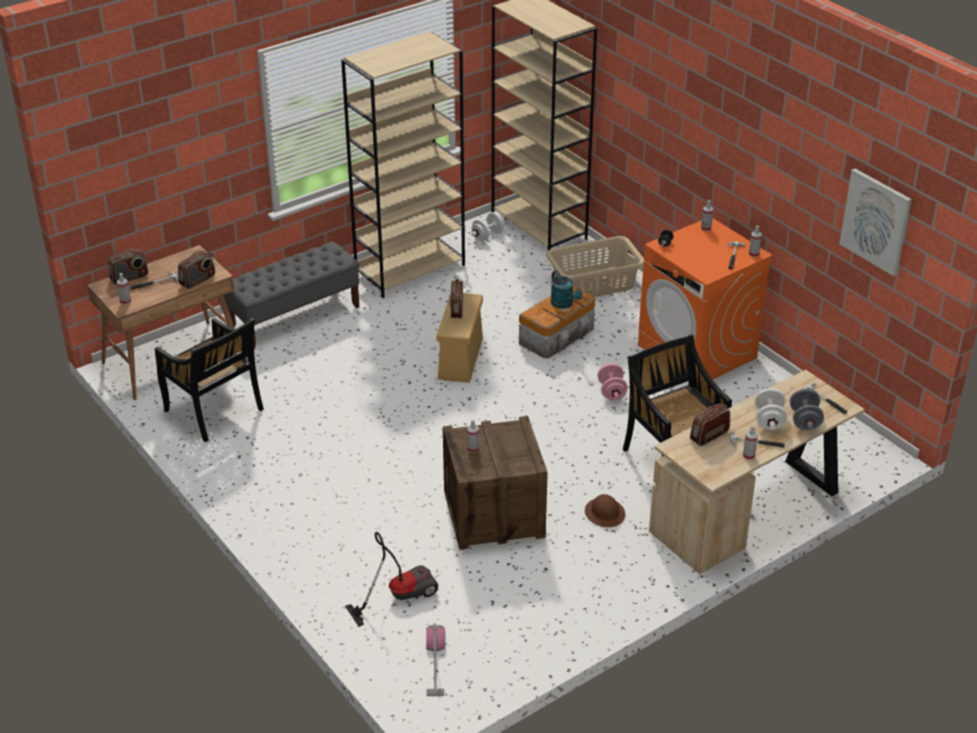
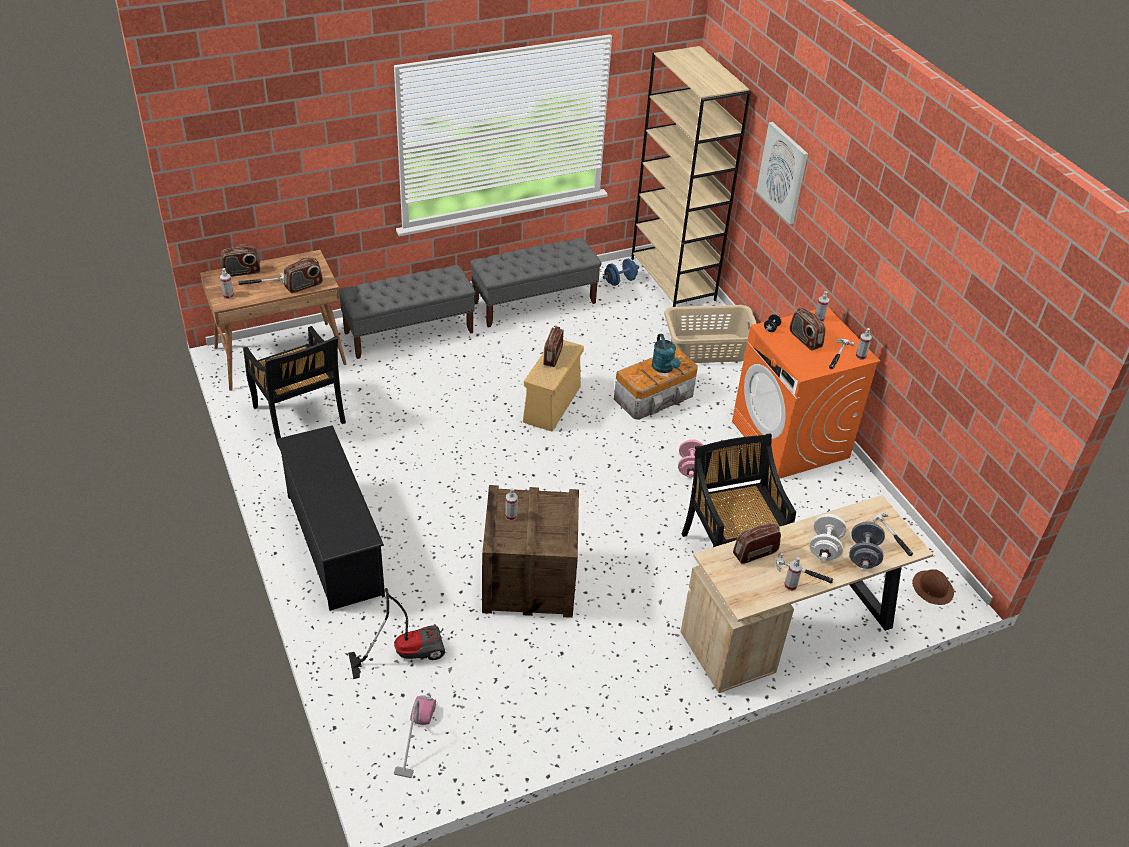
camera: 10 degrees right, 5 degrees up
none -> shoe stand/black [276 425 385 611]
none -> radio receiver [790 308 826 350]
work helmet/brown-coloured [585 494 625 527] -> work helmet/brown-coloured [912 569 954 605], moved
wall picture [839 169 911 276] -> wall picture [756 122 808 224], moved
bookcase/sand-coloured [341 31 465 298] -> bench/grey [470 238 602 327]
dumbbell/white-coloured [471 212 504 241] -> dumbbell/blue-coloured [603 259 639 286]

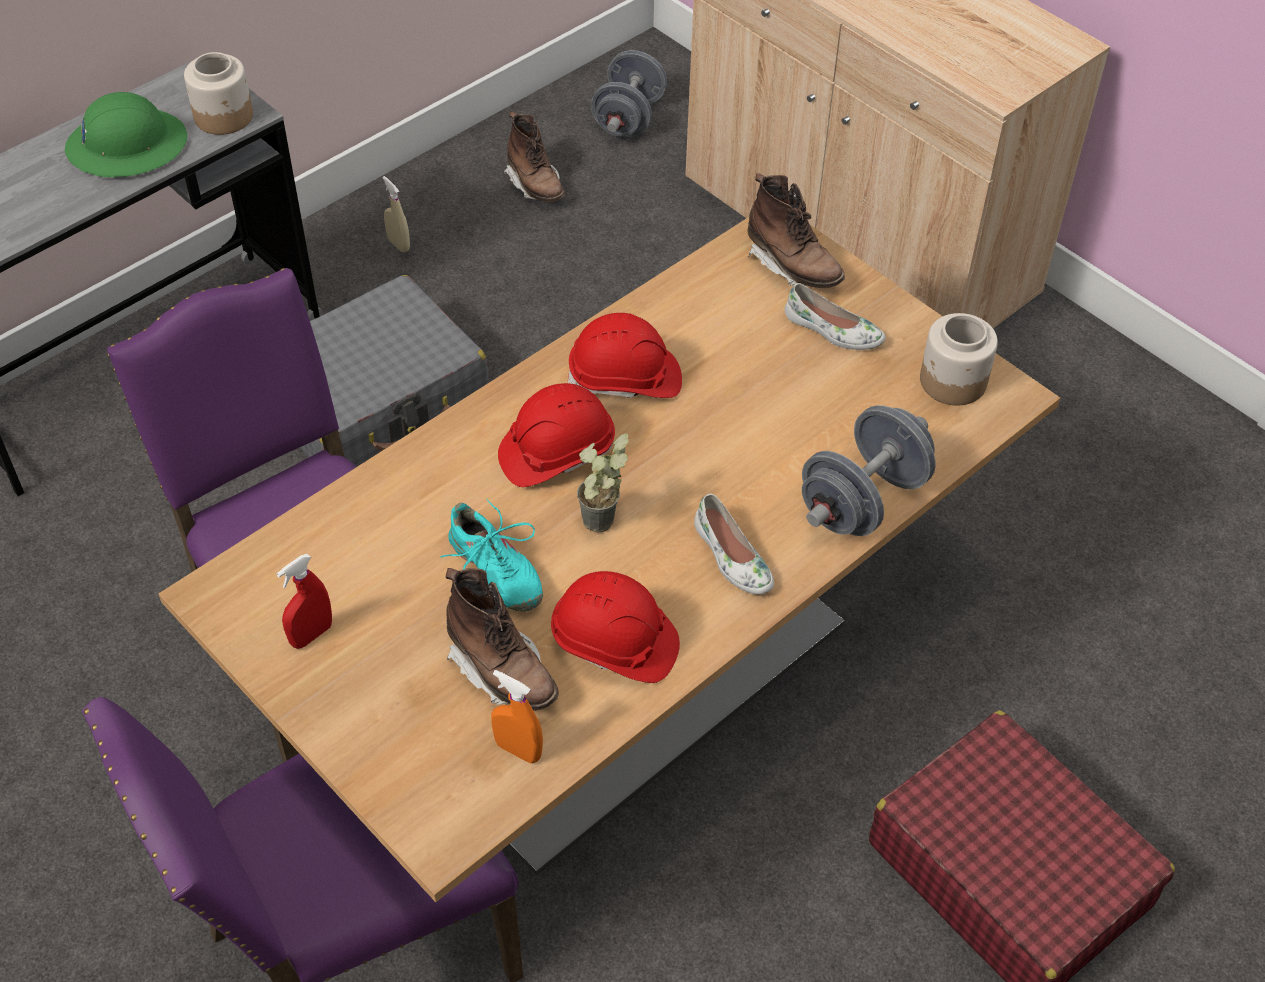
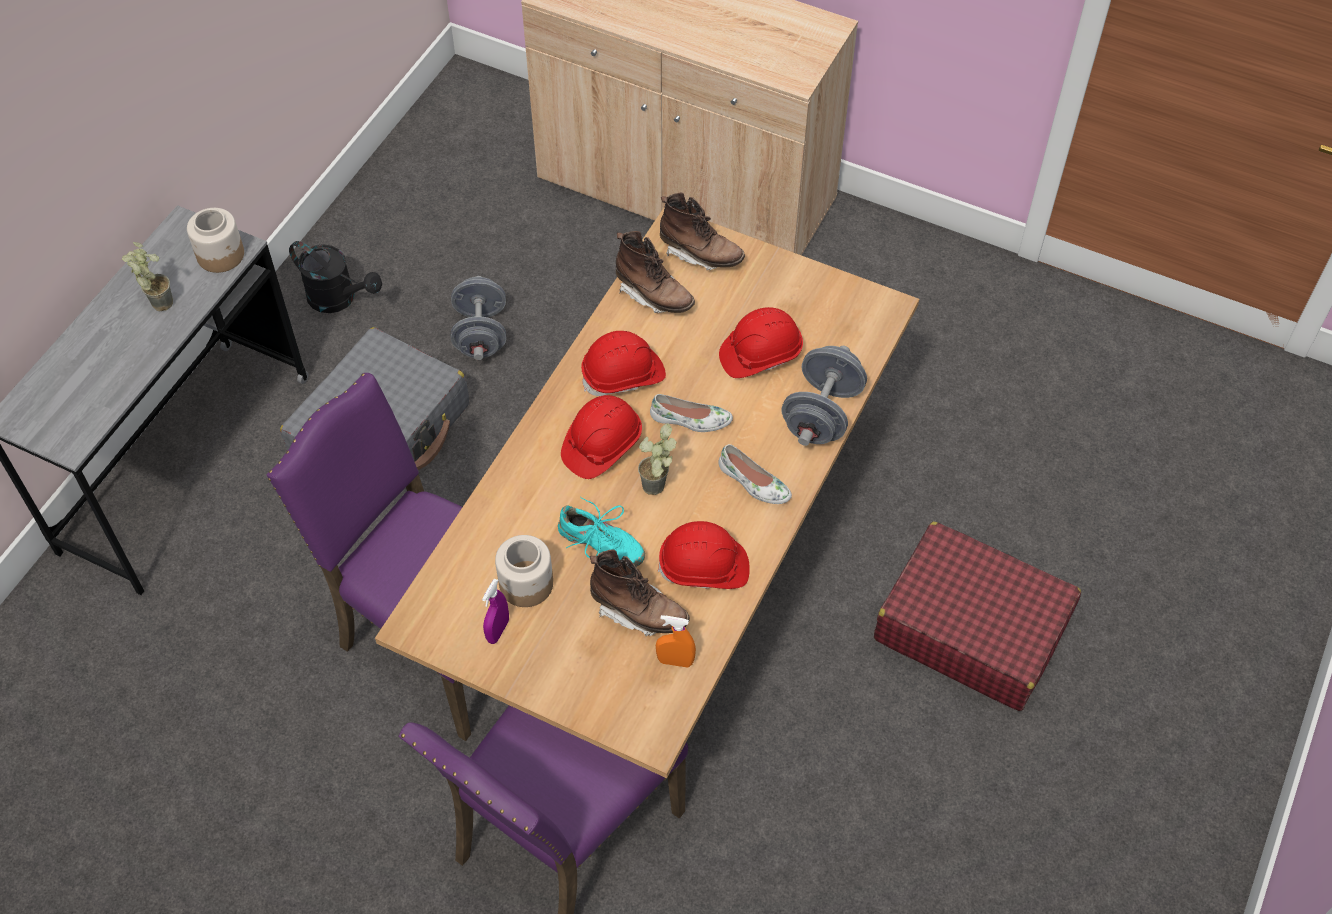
camera: 20 degrees left, 5 degrees up
none -> work helmet/red [719 307 803 378]
tall boot/brown-coloured [504 111 565 202] -> tall boot/brown-coloured [616 231 695 313], moved
dumbbell/grey [591 50 667 137] -> dumbbell/grey [451 276 506 360], moved
item of footwear/white-coloured [785 283 886 350] -> item of footwear/white-coloured [650 394 733 432], moved
jar [920 313 998 406] -> jar [495 535 553 607], moved
work helmet/green-coloured [65 92 187 177] -> potted plant [122 242 173 311]
hand sprayer/sand-coloured [382 176 410 252] -> watering pot/black [289 241 382 313]
hand sprayer/red [276 554 332 649] -> hand sprayer/purple-coloured [482 578 509 644]

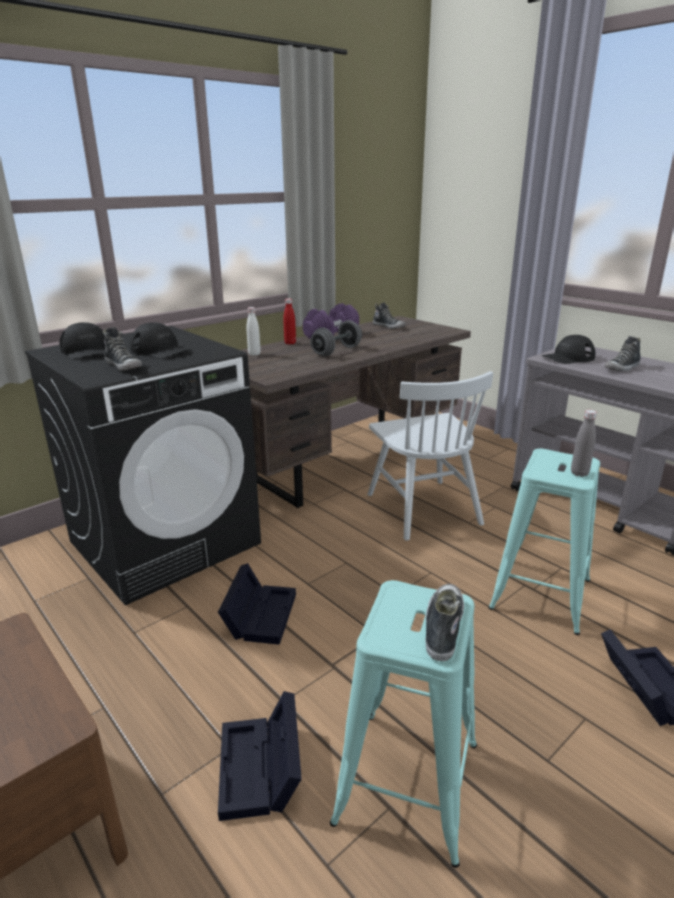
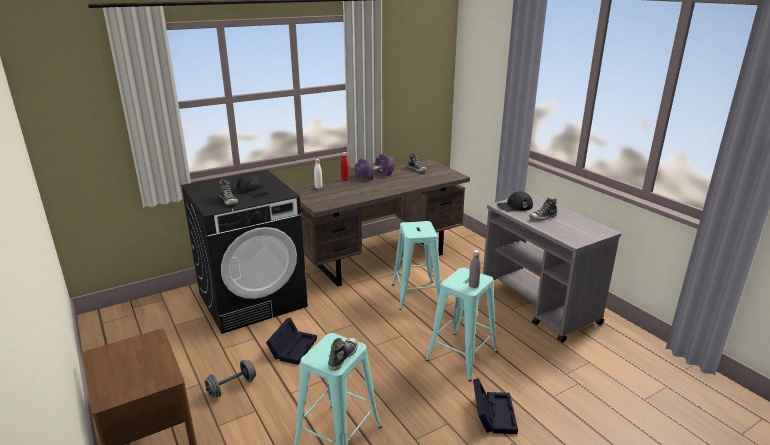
camera: 10 degrees right, 0 degrees up
baseball cap/black [59 322 106 359] -> none
storage bin/black [218 691 302 821] -> none
dumbbell/grey [310 320 362 356] -> dumbbell/grey [205 360 256 397], moved
plain chair/white-coloured [367 371 493 541] -> sitting stool/turquoise [392 221 441 310]

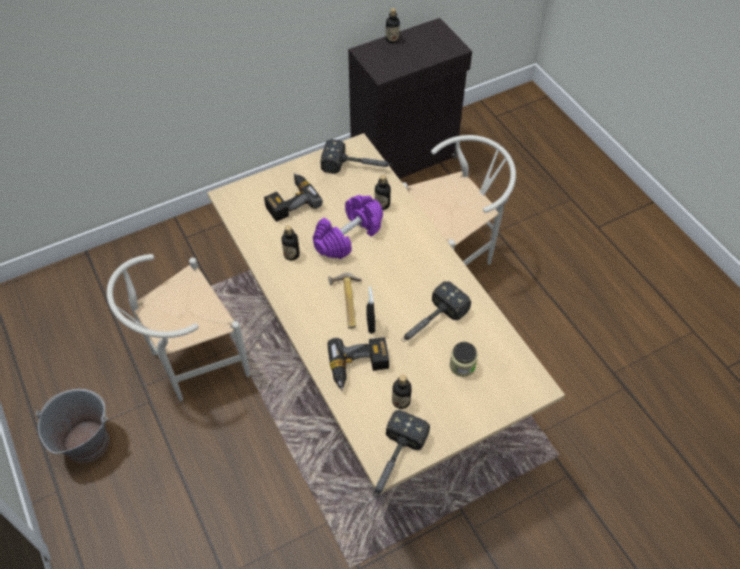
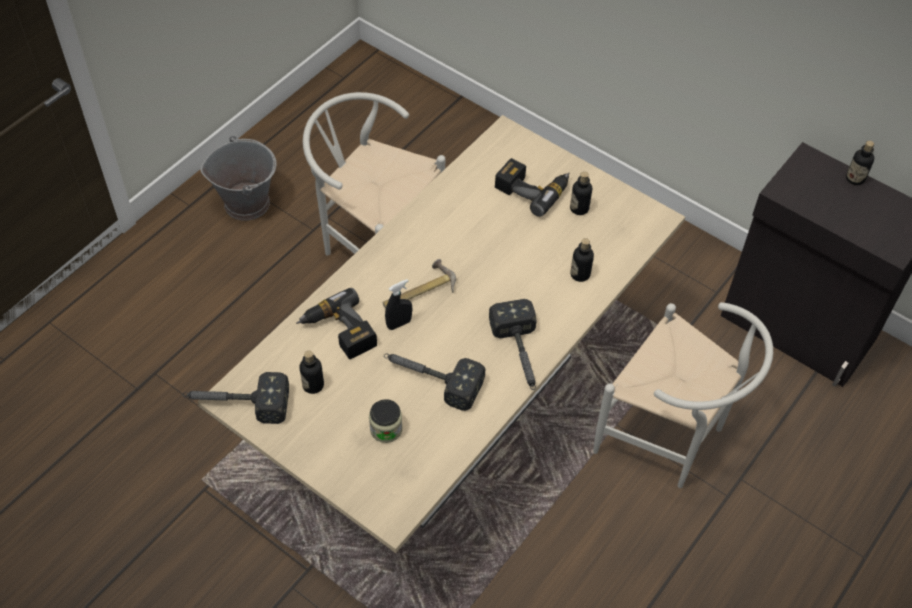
camera: 65 degrees right, 0 degrees up
dumbbell/purple-coloured [313 195 383 259] -> none
beverage bottle [281 225 300 261] -> beverage bottle [570 172 592 215], moved
tool hammer [321 139 392 174] -> tool hammer [489 299 536 390], moved

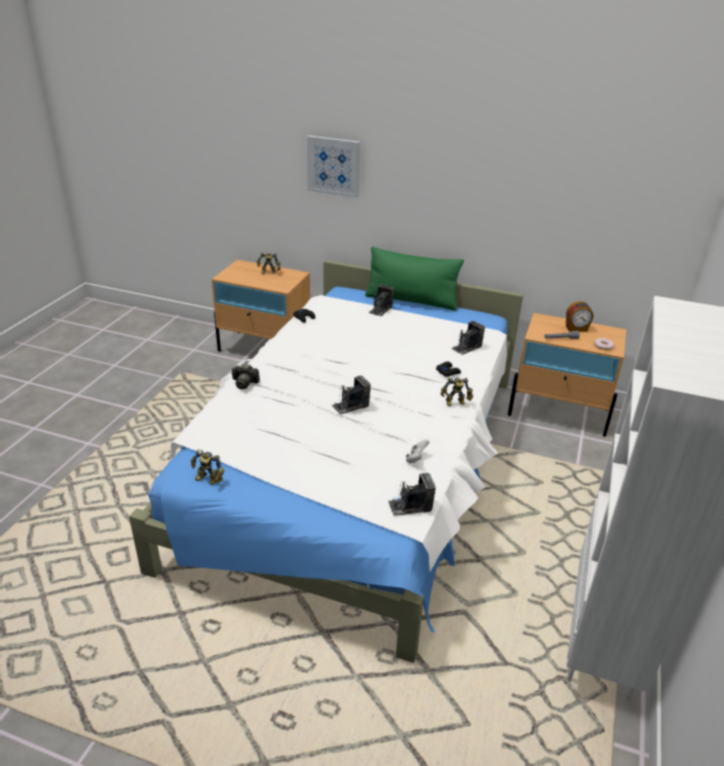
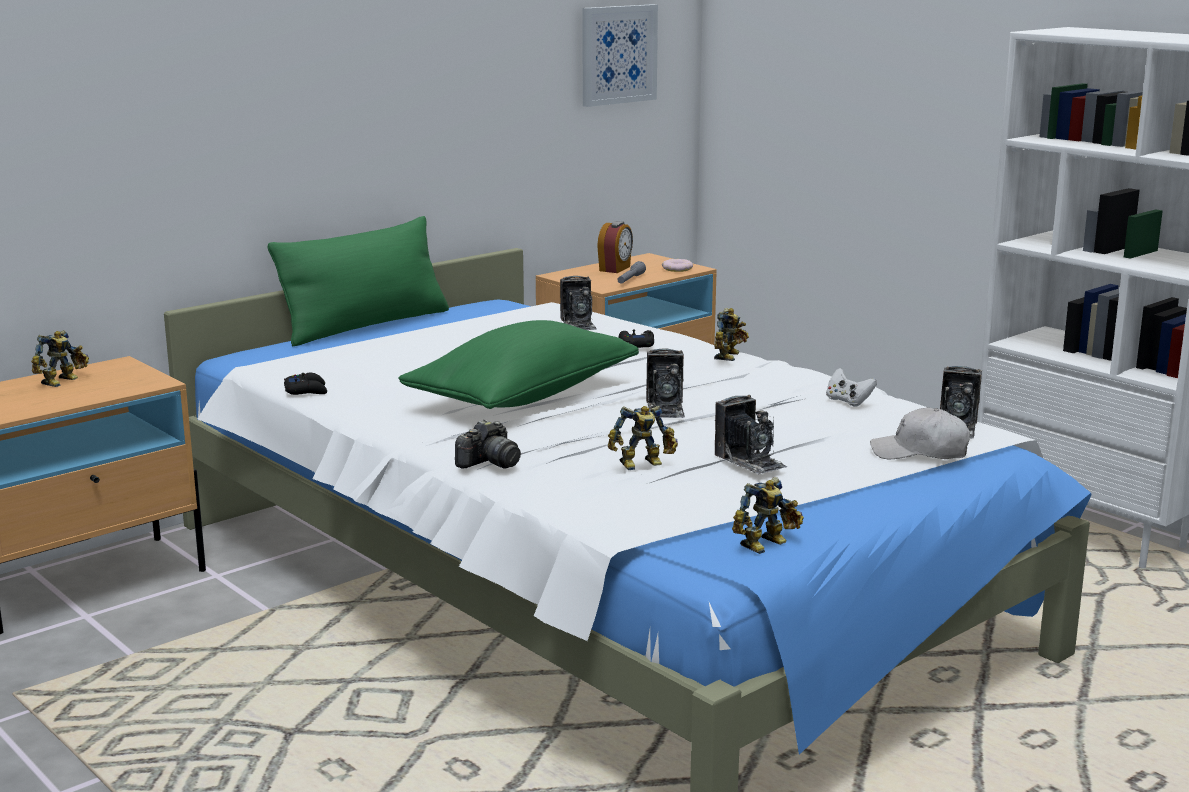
camera: 60 degrees left, 15 degrees down
none -> throw pillow/green-coloured [399 320 639 409]
none -> toy robot [608 406 678 470]
none -> baseball cap/white-coloured [870 407 970 459]
wall picture [307 135 360 198] -> wall picture [582 4 658 107], moved
still camera [369 284 394 316] -> still camera [715 395 788 475], moved

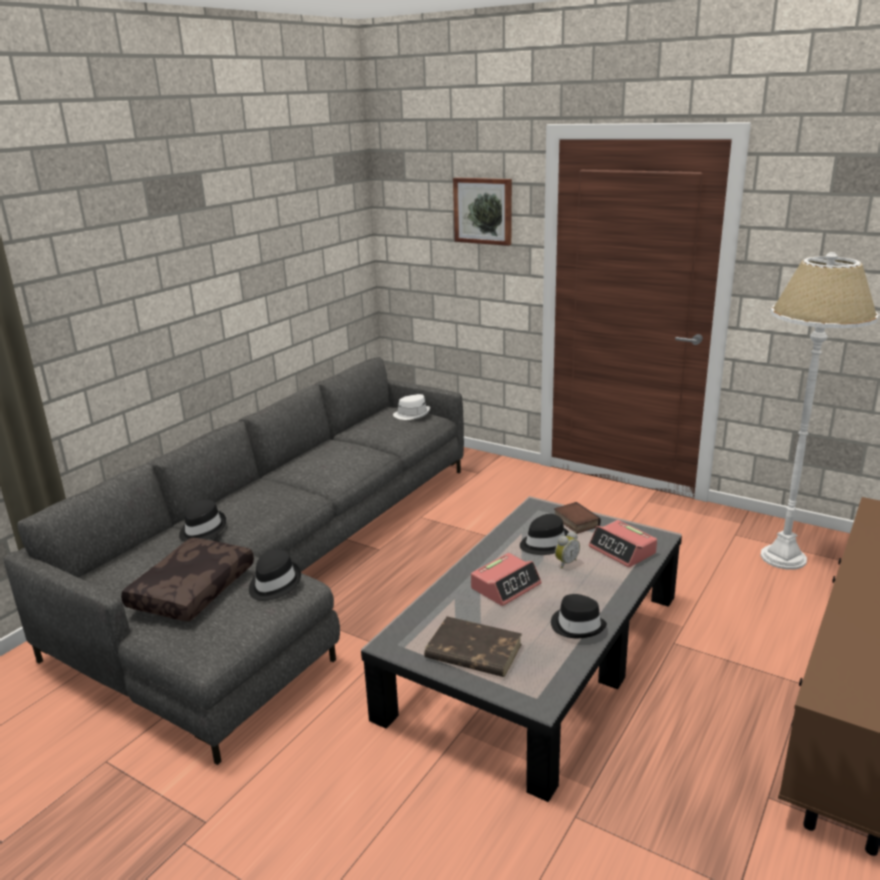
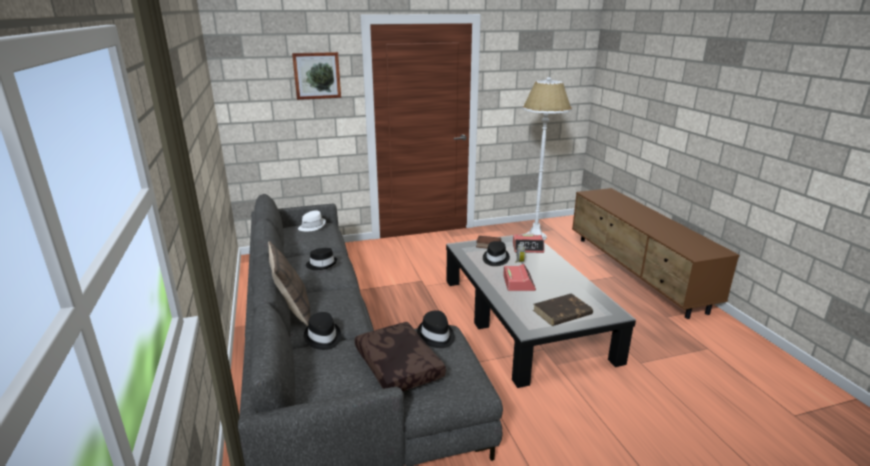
camera: 50 degrees left, 0 degrees up
none -> throw pillow [268 241 310 327]
hat/black [551 594 607 638] -> hat/black [306 248 337 270], moved

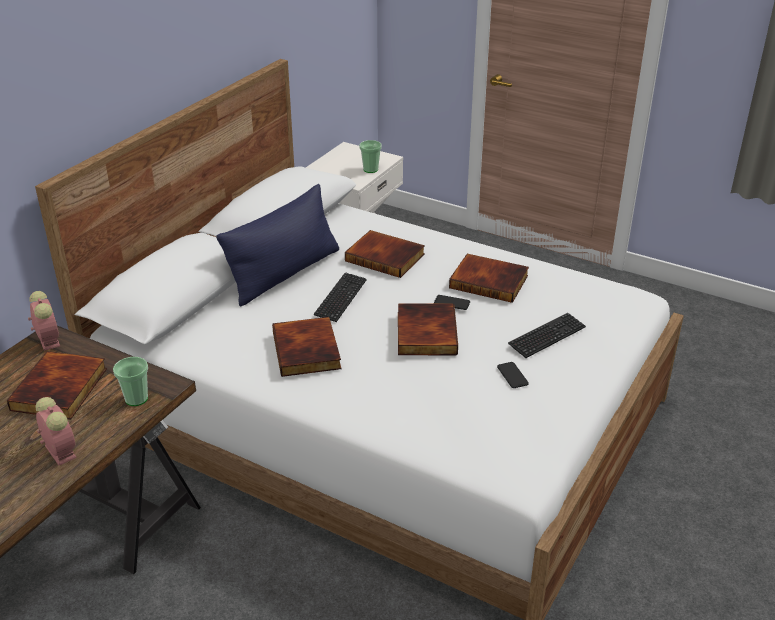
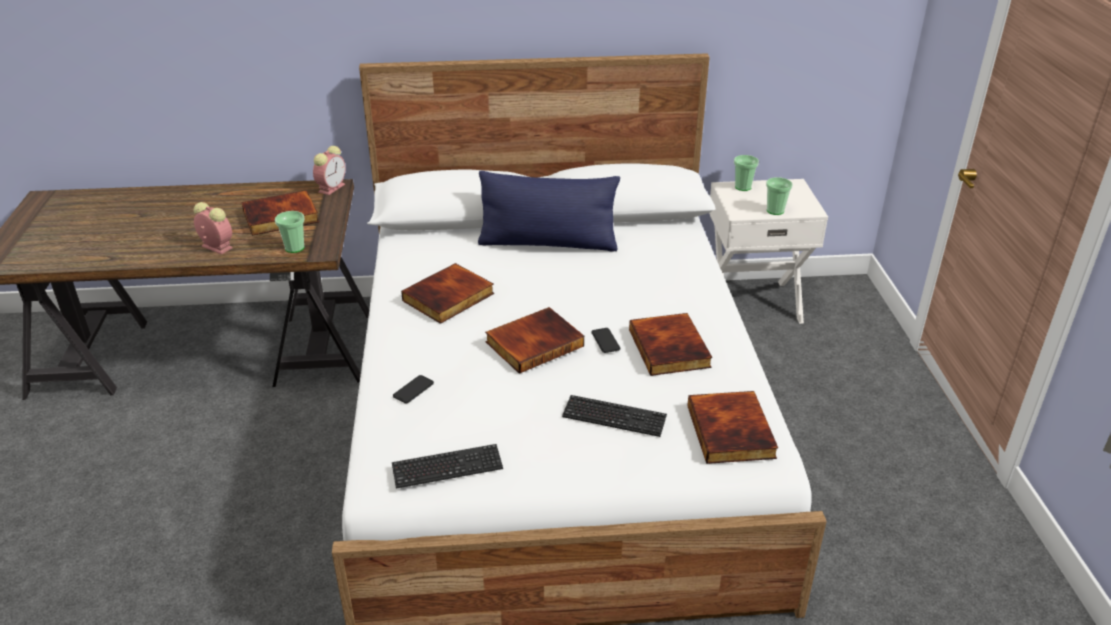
camera: 55 degrees right, 0 degrees up
none -> cup [734 155 759 191]
PC keyboard [314 273 367 322] -> PC keyboard [392 444 503 489], moved
bound book [345 230 425 278] -> bound book [687 391 778 464], moved
handset [497 362 529 388] -> handset [393 375 434 404], moved
table clock [35 397 77 465] -> table clock [194 202 233 254], 75 degrees counterclockwise

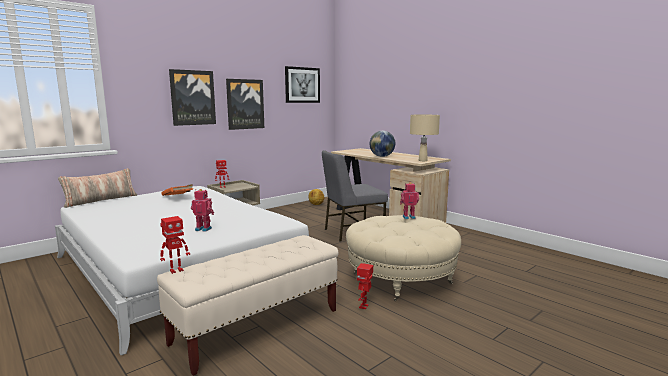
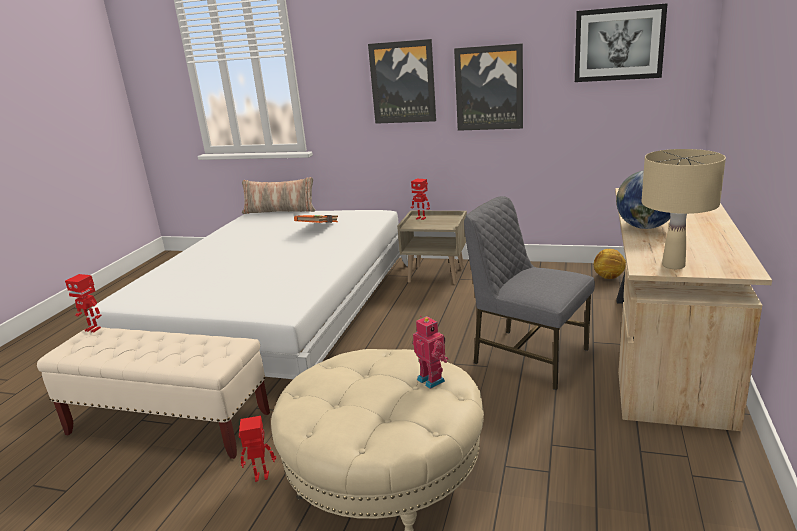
camera: 60 degrees right, 10 degrees up
toy robot [191 189 214 232] -> none

